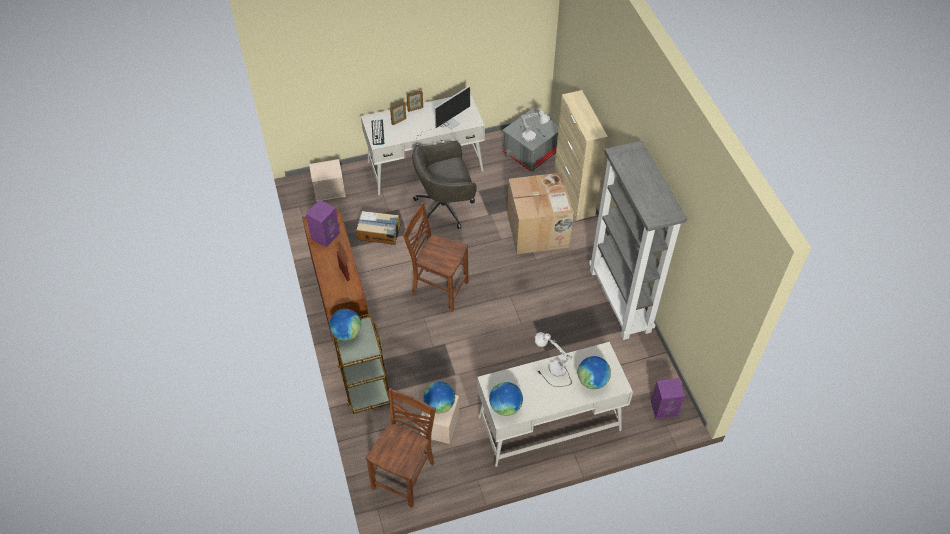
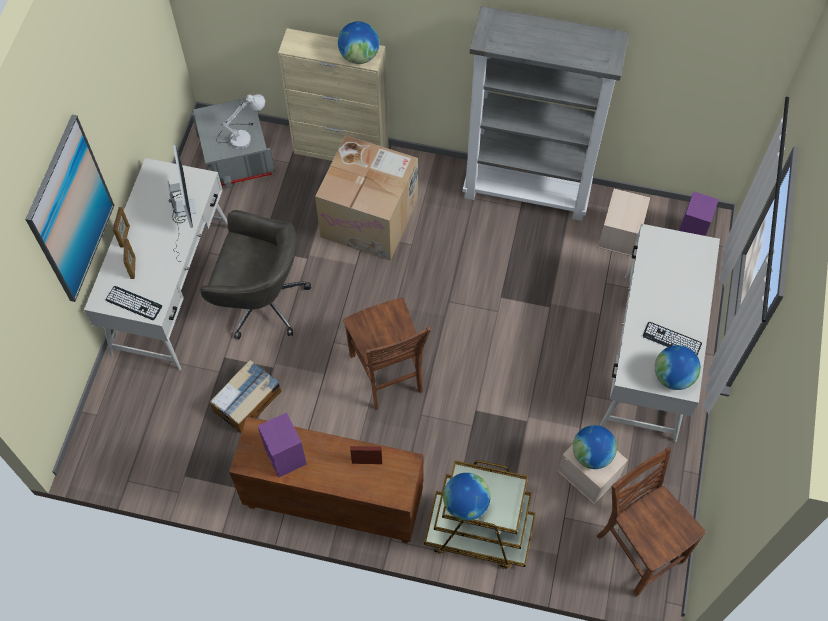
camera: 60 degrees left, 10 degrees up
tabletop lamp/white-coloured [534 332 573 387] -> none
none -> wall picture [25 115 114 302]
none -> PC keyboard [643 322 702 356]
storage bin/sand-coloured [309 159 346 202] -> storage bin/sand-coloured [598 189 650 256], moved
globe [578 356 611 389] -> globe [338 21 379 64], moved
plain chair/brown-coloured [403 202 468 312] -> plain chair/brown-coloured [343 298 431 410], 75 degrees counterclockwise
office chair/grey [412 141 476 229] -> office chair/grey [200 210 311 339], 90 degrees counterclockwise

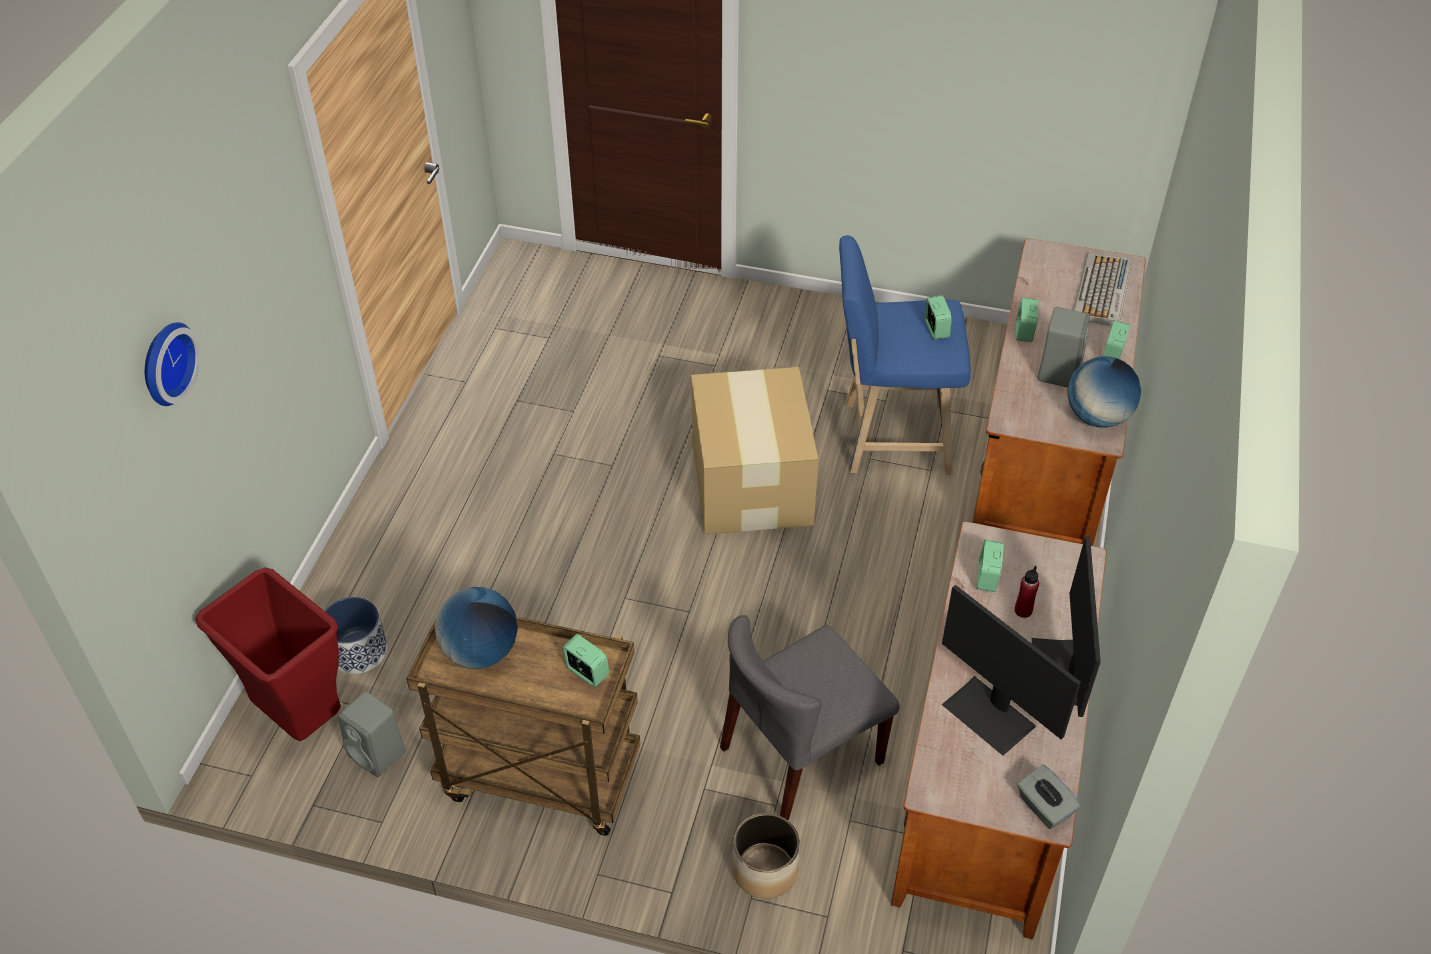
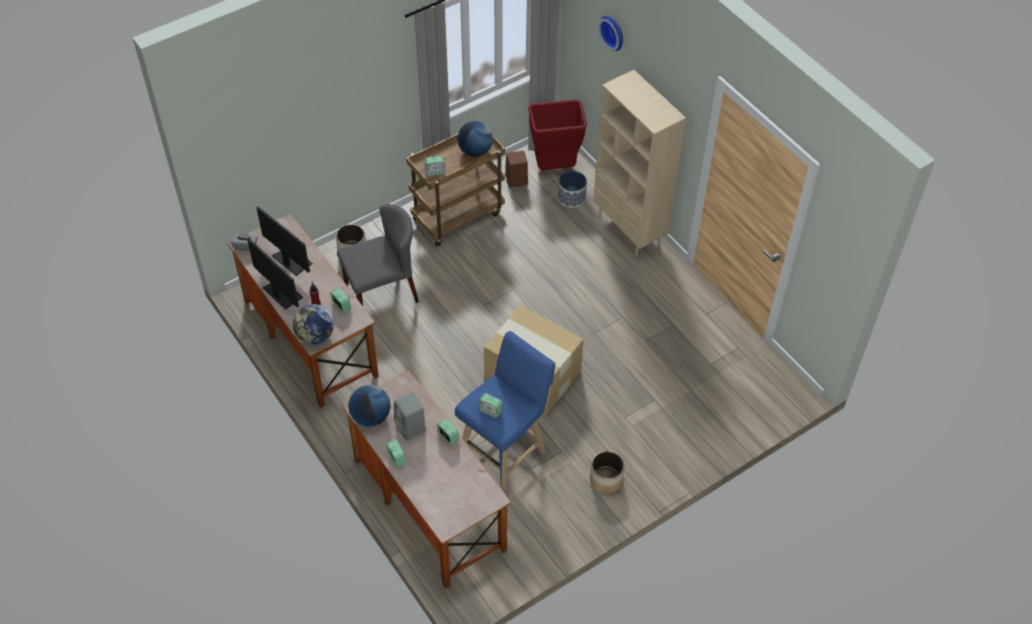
camera: 130 degrees right, 5 degrees up
PC keyboard [1074 252 1133 326] -> none
none -> globe [293 304 334 345]
none -> planter [590 451 625 493]
none -> bookcase/sand-coloured [593 70 686 256]
loudspeaker/grey [338 691 405 777] -> loudspeaker/brown-coloured [505 151 528 188]
plain chair/grey [720 615 900 821] -> plain chair/grey [337 204 419 306], 60 degrees clockwise
monitor [942 585 1081 756] -> monitor [256 207 313 276], 45 degrees clockwise

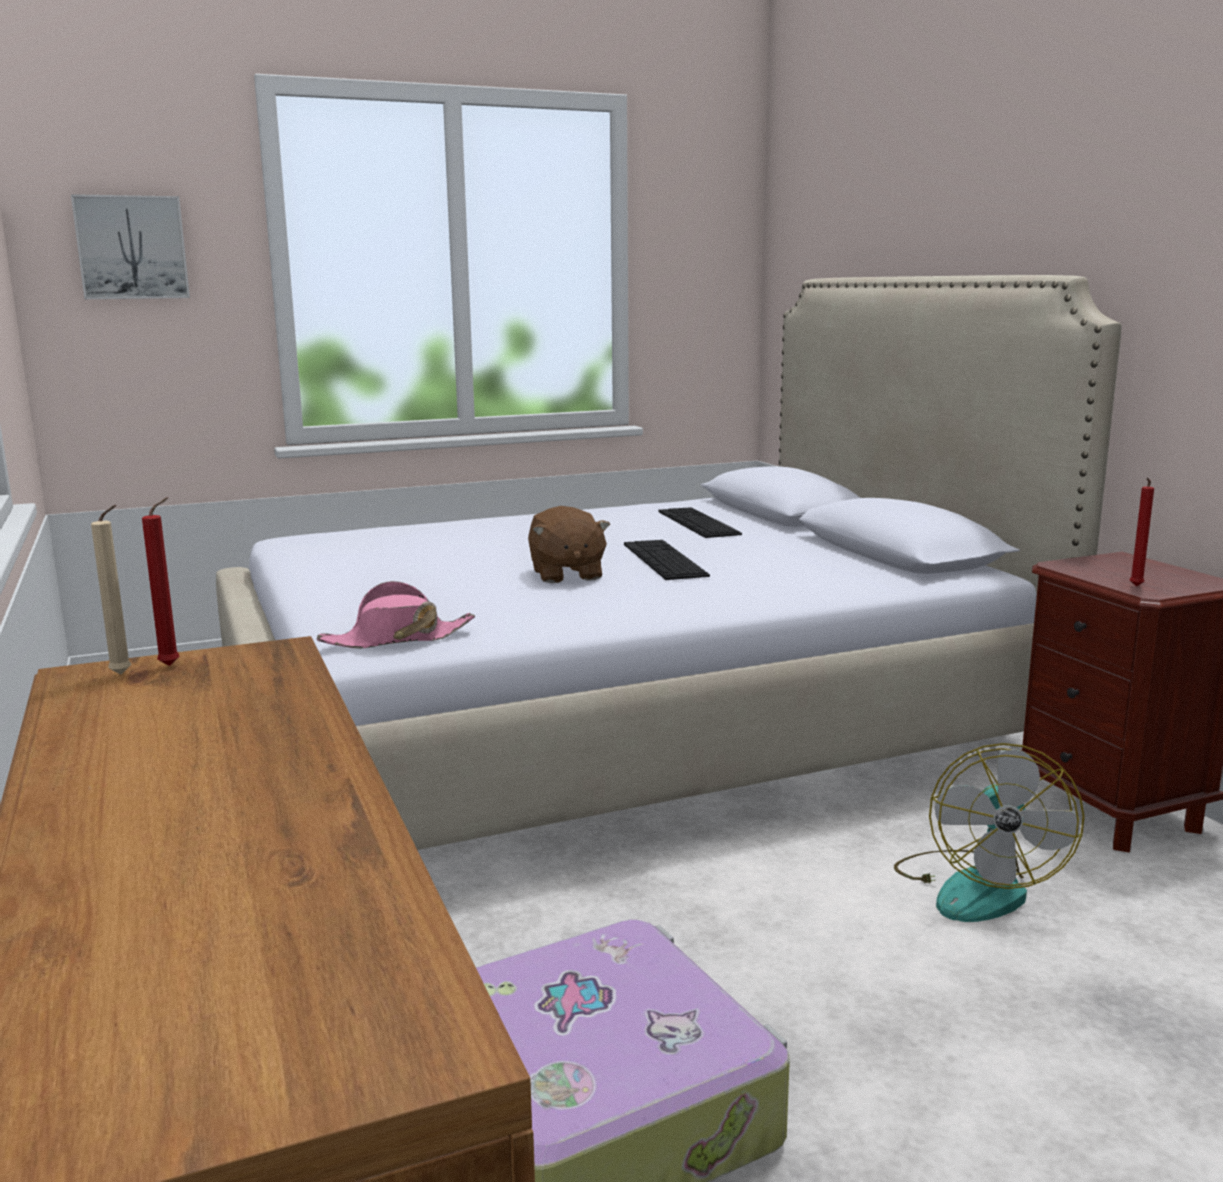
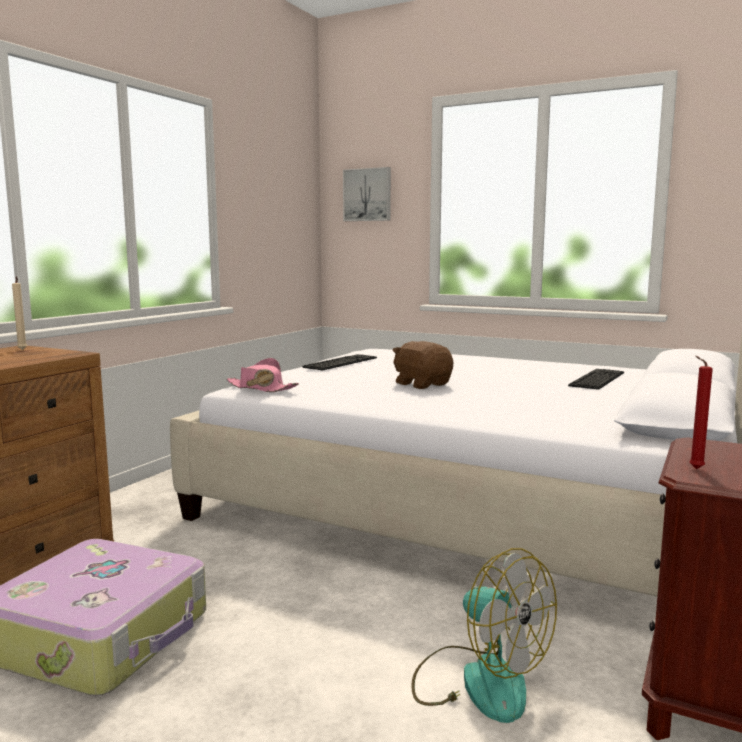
camera: 50 degrees right, 5 degrees down
candle/red [142 497 180 666] -> none
PC keyboard [624 540 710 580] -> PC keyboard [302 354 377 370], moved
soft toy/brown-coloured [528 506 610 583] -> soft toy/brown-coloured [393 341 453 389], 105 degrees clockwise
fan [894 743 1084 922] -> fan [411 548 557 723], 105 degrees counterclockwise

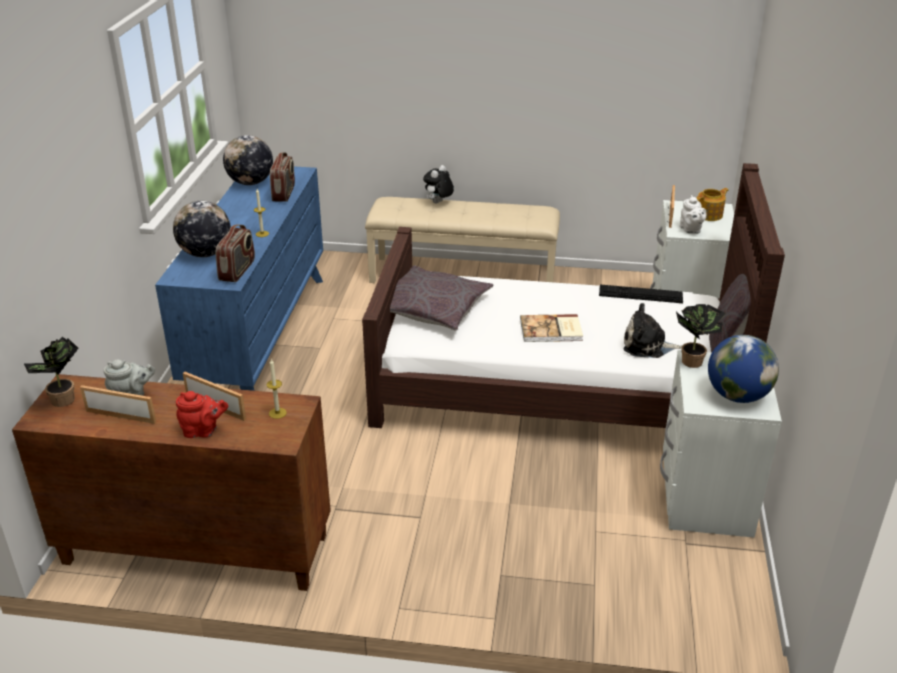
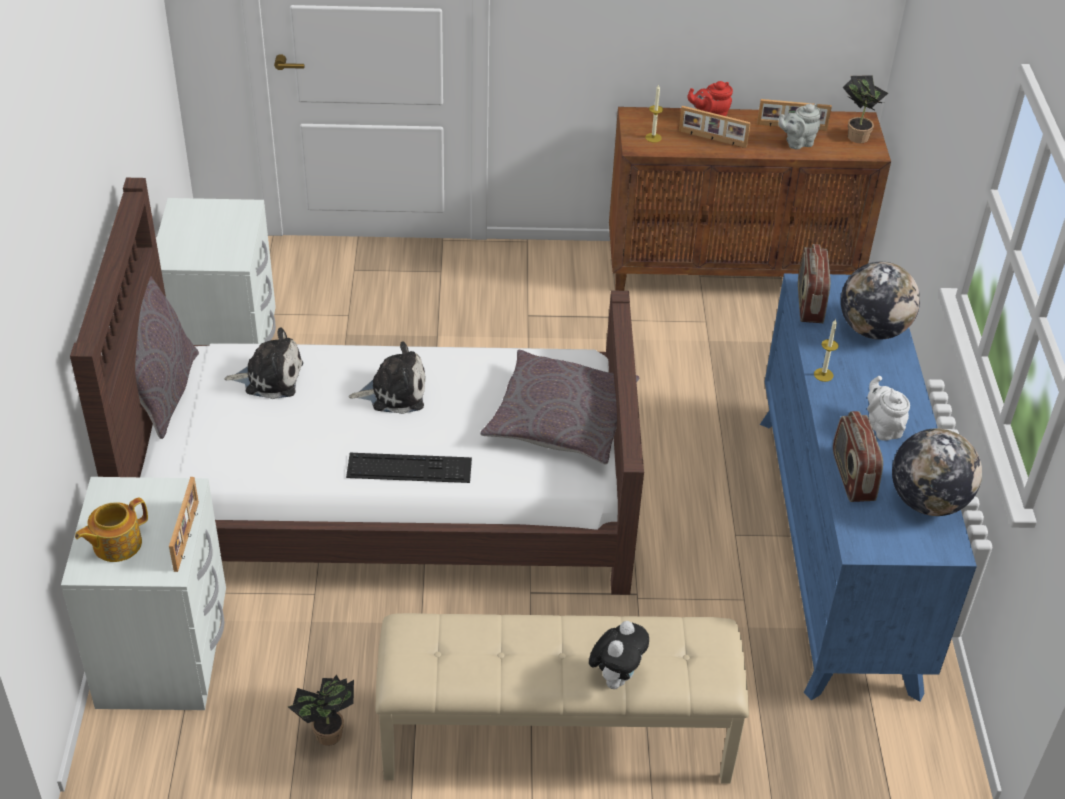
camera: 170 degrees right, 10 degrees up
globe [708 335 779 403] -> none
PC keyboard [599 285 683 303] -> PC keyboard [346 453 472 483], moved
potted plant [676 304 726 368] -> potted plant [288 675 354 746], moved
tea pot/white-coloured [680 195 706 234] -> tea pot/white-coloured [867 376 910 441], moved
bound book [520 314 583 342] -> soft toy [349 342 426 414]

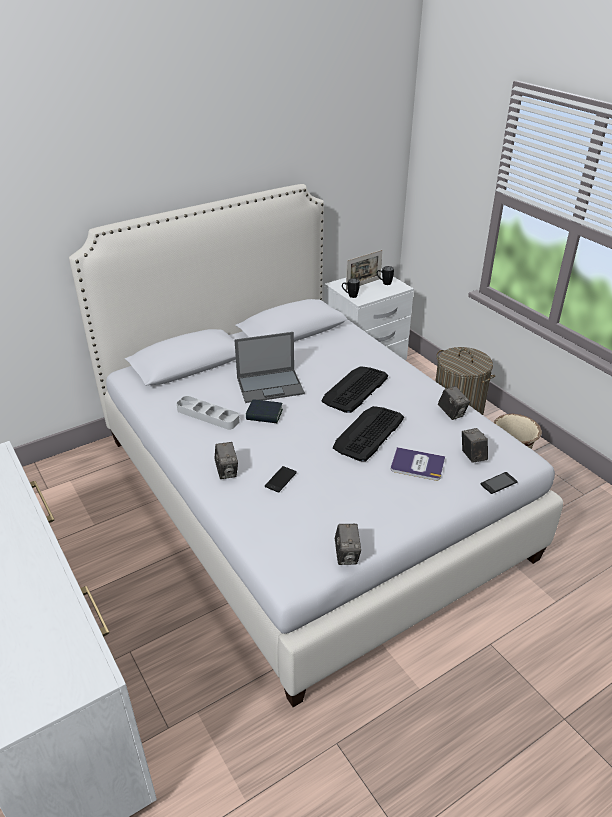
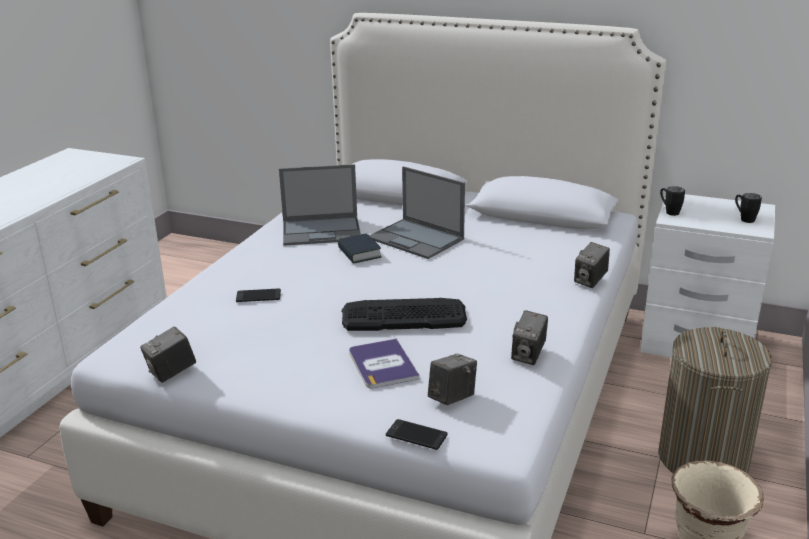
camera: 55 degrees right, 10 degrees down
PC keyboard [321 366 388 413] -> none
standing frame [346 250 382 290] -> none
still camera [214 442 238 479] -> still camera [574 242 610 288], moved
tray/grey [177 396 240 430] -> laptop [279 164 361 246]

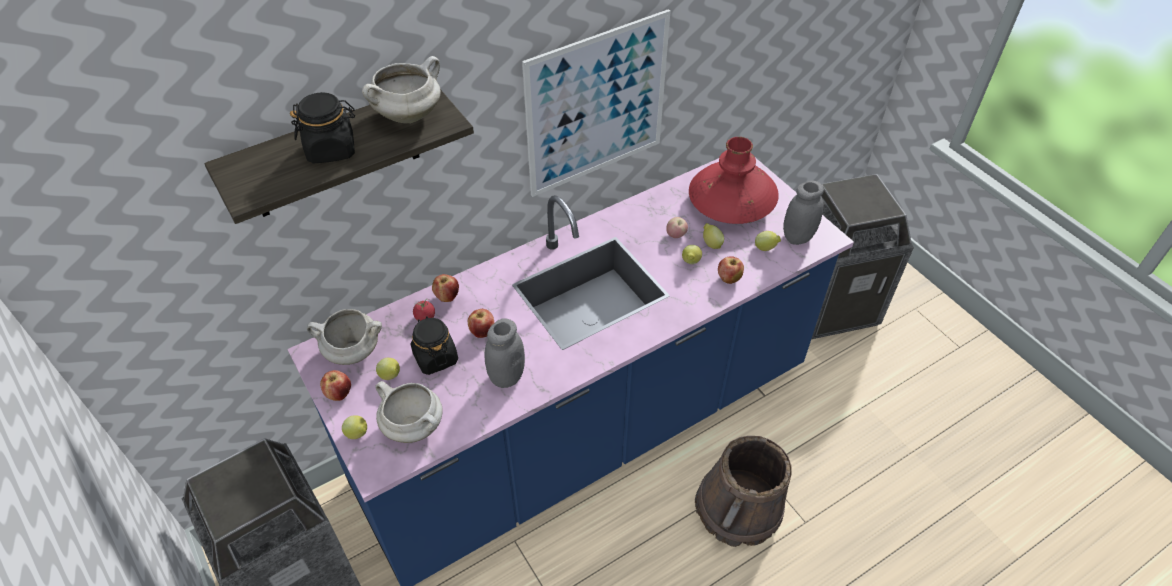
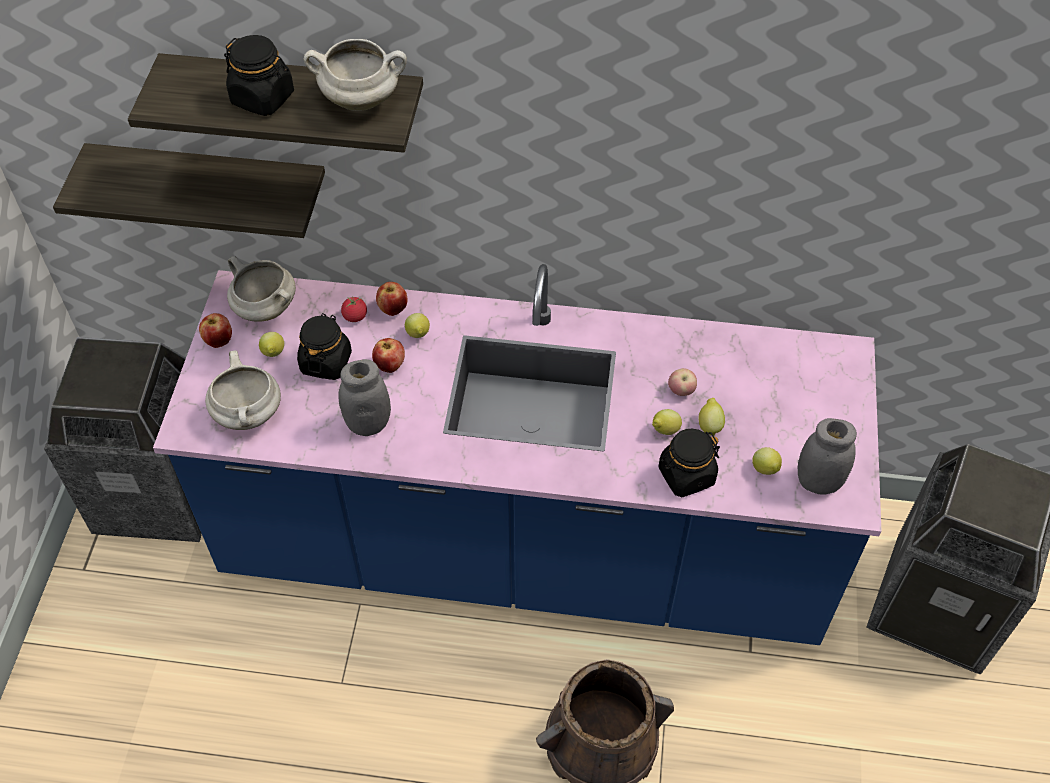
camera: 40 degrees right, 5 degrees up
wall picture [522 9 671 197] -> none
vase/red [689 137 779 224] -> none
none -> bracket shelf [53 143 325 238]
whole lemon [342 415 367 439] -> whole lemon [405 313 430 338], moved
apple fruit [718 256 744 284] -> jar/black [658 429 720 497]

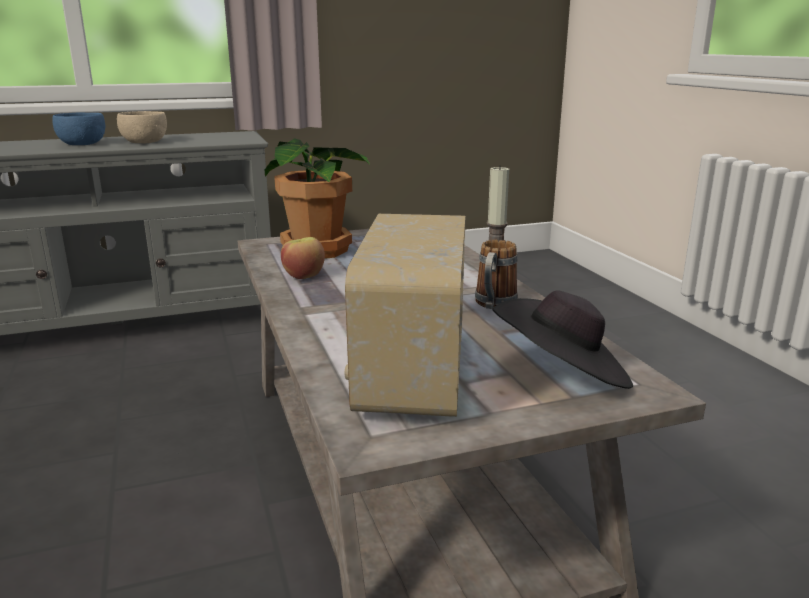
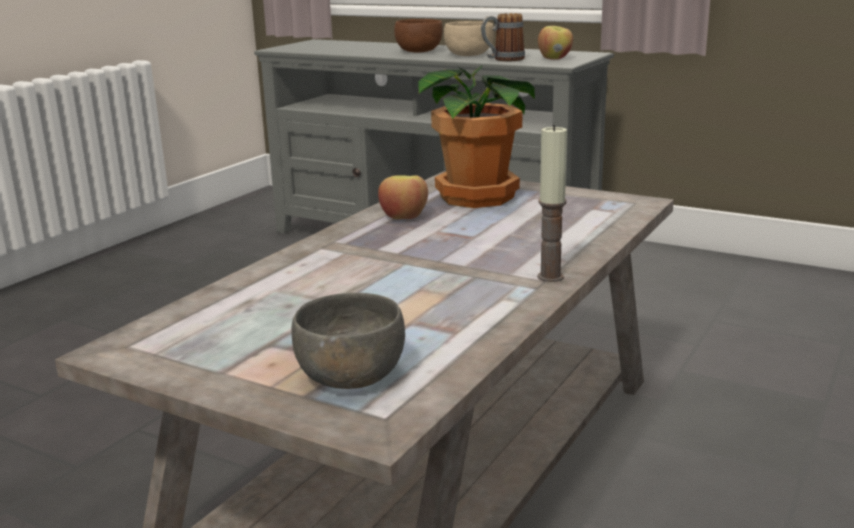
camera: 50 degrees right, 0 degrees up
radio receiver [345 214 465 417] -> none
none -> apple fruit [538 26 573 60]
tea mug [475 240 518 309] -> tea mug [481 13 525 61], moved
hat/black [493 290 633 389] -> deep dish/grey [291 293 405 389]
deep dish/blue-coloured [52 112 105 145] -> deep dish/brown-coloured [394 19 443 53]

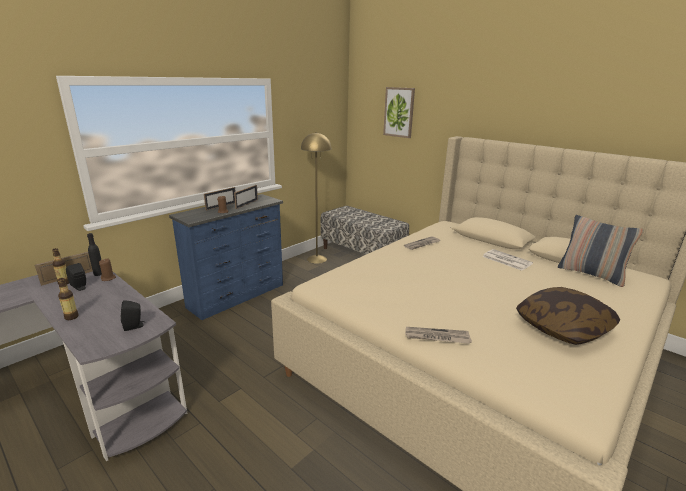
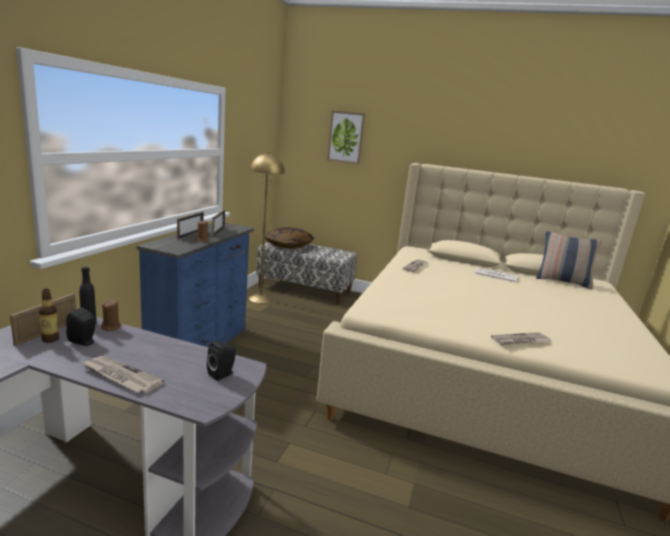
camera: 25 degrees left, 5 degrees down
throw pillow [516 287 620 345] -> throw pillow [265 227 314 249], moved
beverage bottle [58 278 79 320] -> daily paper [82 356 164 393]

